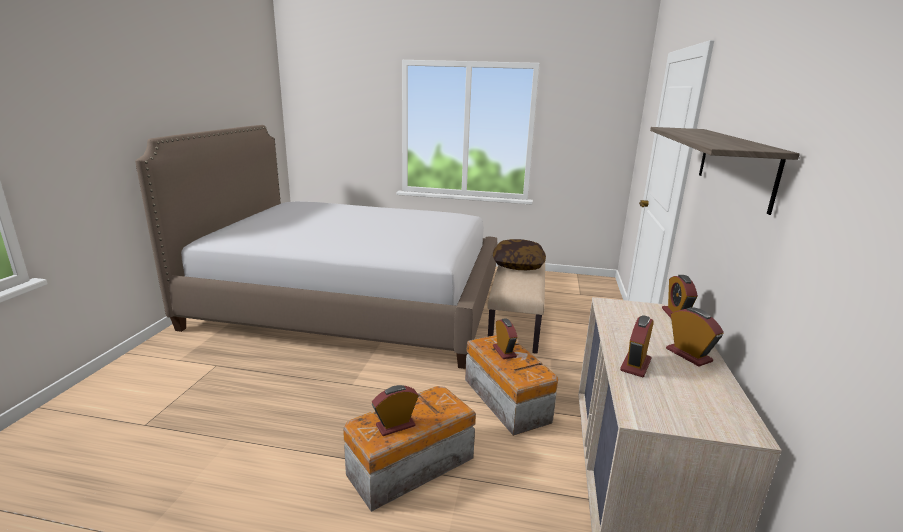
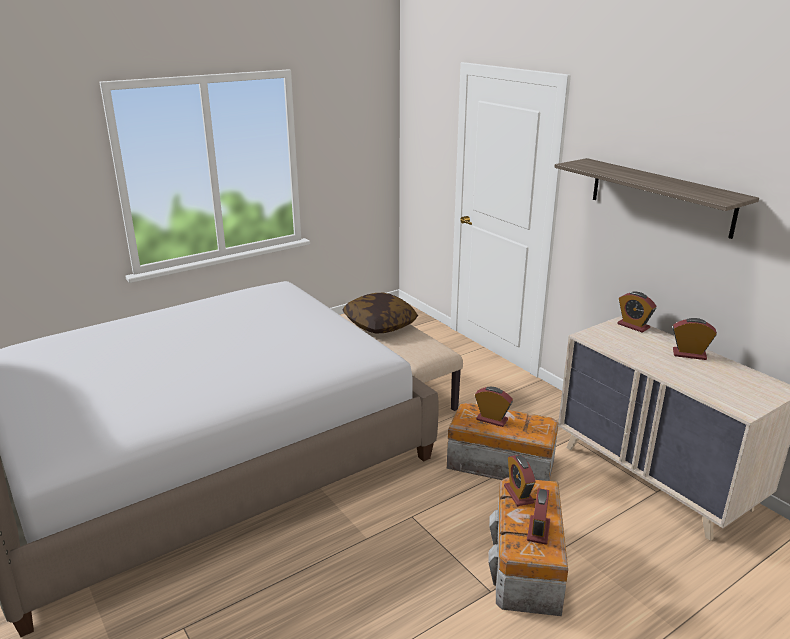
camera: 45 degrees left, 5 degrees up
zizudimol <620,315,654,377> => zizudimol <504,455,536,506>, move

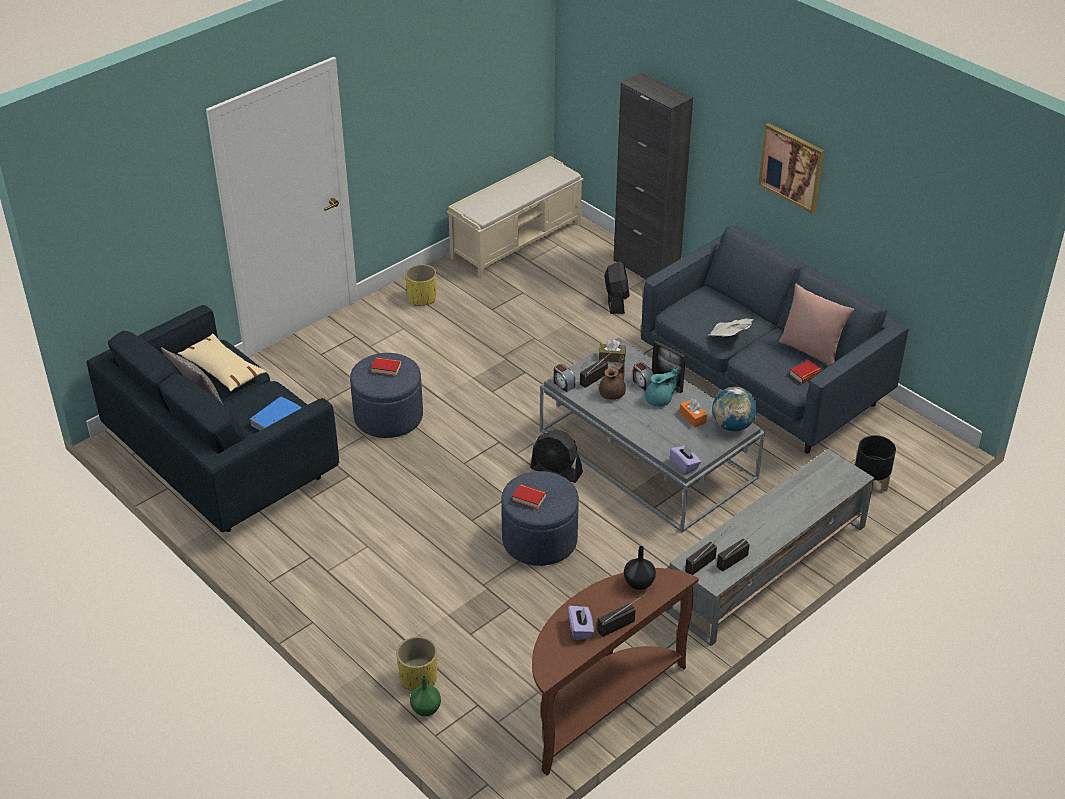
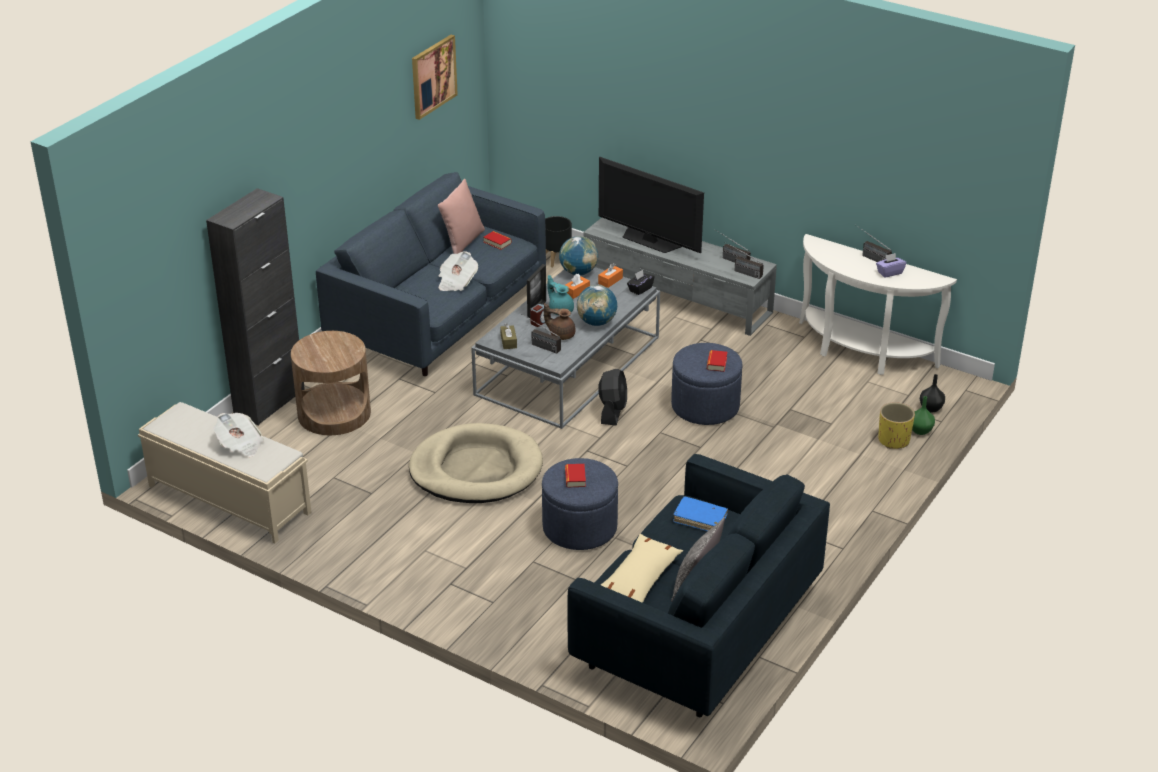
camera: 105 degrees left, 5 degrees down
nothing => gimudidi <214,413,264,457>
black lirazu <604,262,630,314> => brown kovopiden <291,331,371,435>
nothing => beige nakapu <409,423,543,503>
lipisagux <758,123,824,214> => lipisagux <412,35,458,120>, move
nothing => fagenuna <577,285,617,326>
nothing => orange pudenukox <598,263,623,288>
nothing => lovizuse <599,157,704,253>
purple pudenukox <670,444,701,474> => black pudenukox <627,270,655,295>
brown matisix <532,568,699,776> => white matisix <799,234,957,375>
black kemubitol <624,546,656,590> => black kemubitol <920,374,945,412>, move
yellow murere <405,264,436,306> => nothing
zizudimol <554,364,575,392> => nothing

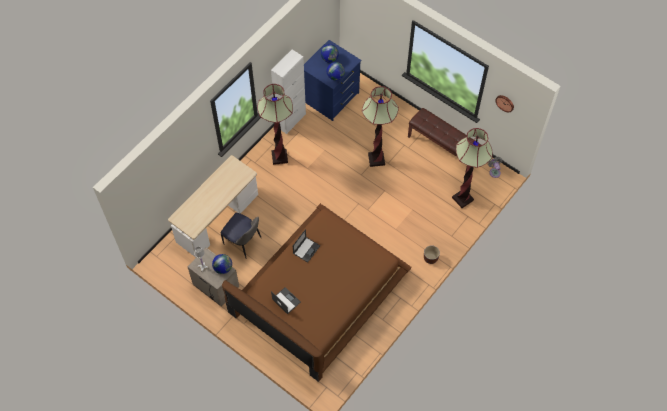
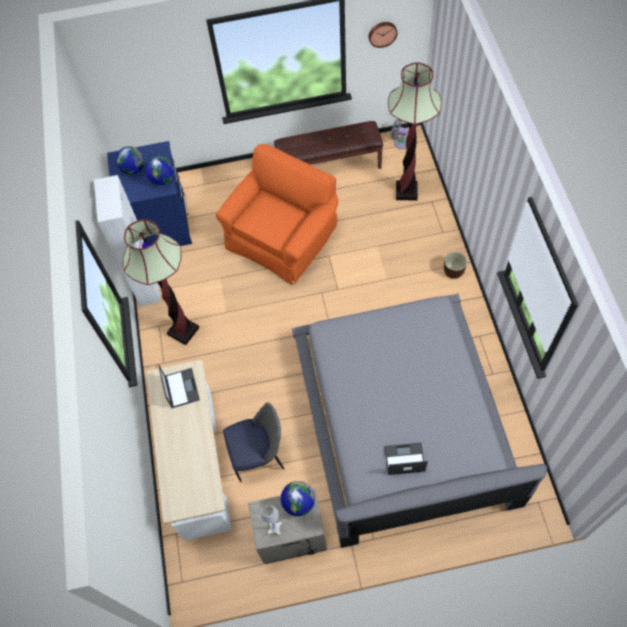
camera: 45 degrees left, 0 degrees up
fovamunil <293,229,320,263> => fovamunil <158,364,200,408>, move
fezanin <362,86,399,167> => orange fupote <216,144,338,285>
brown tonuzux <222,203,412,382> => grey tonuzux <292,293,547,548>

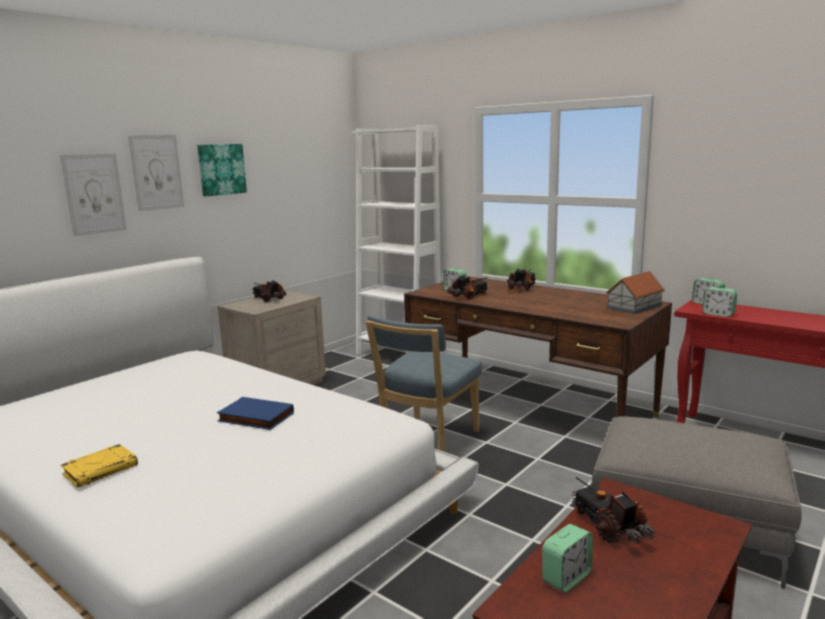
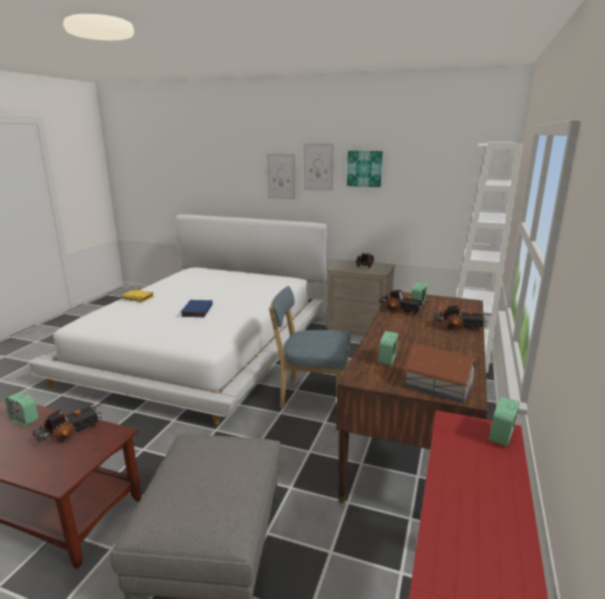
camera: 70 degrees right, 5 degrees up
zizudimol <702,287,737,317> => zizudimol <378,331,398,365>, move

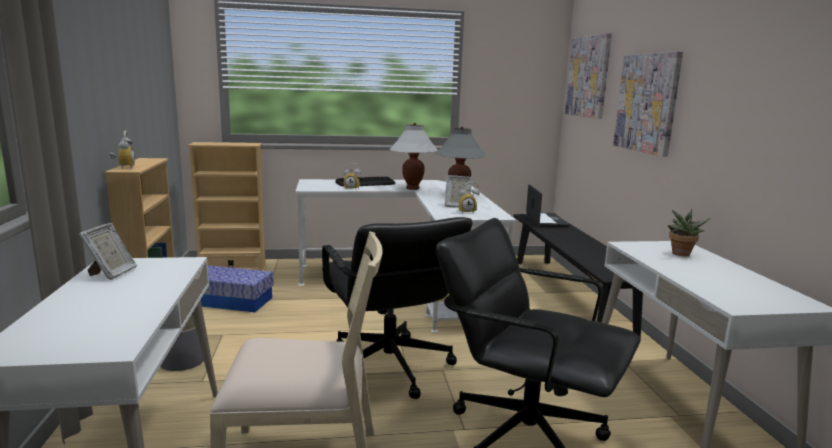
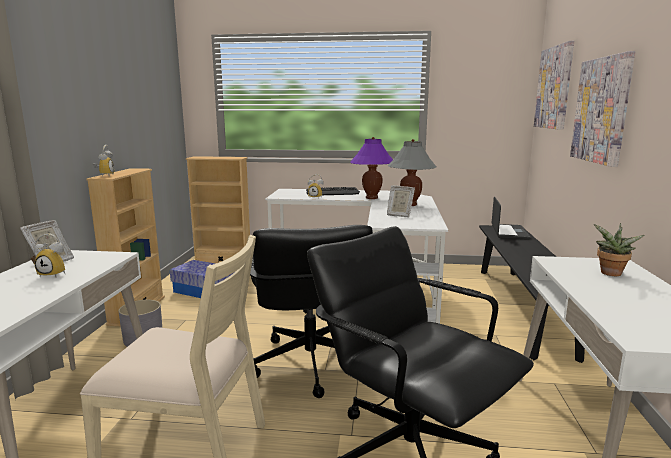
camera: 15 degrees right, 0 degrees up
zizudimol <459,182,480,214> => zizudimol <34,233,65,277>, move
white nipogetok <390,123,438,190> => purple nipogetok <350,137,393,199>

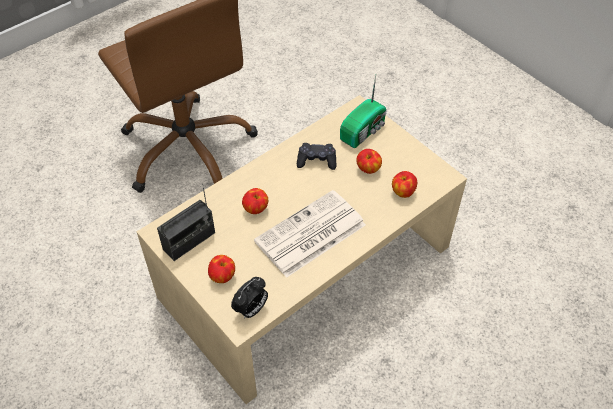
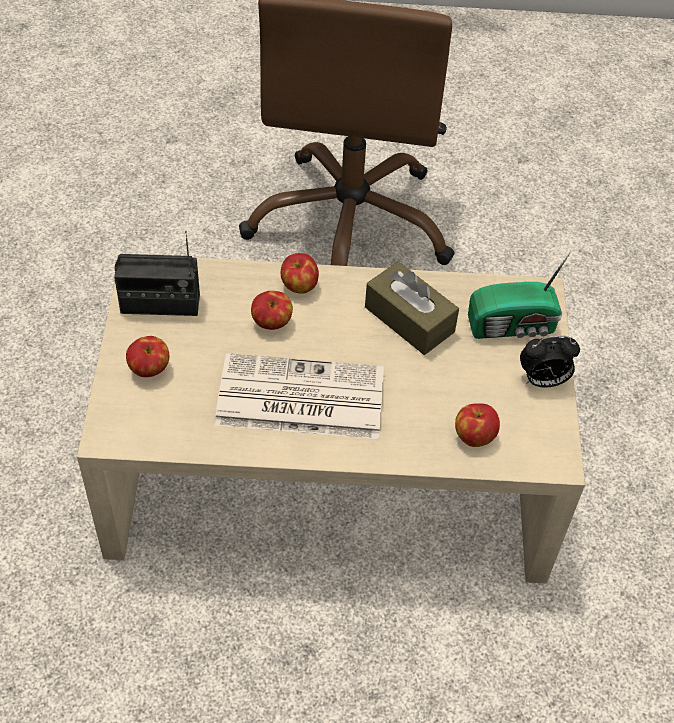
camera: 40 degrees right, 0 degrees up
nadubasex <356,149,382,174> => nadubasex <281,253,319,294>, move
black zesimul <297,143,337,170> => brown pudenukox <365,262,459,355>
zizudimol <231,277,268,319> => zizudimol <520,336,580,388>, move

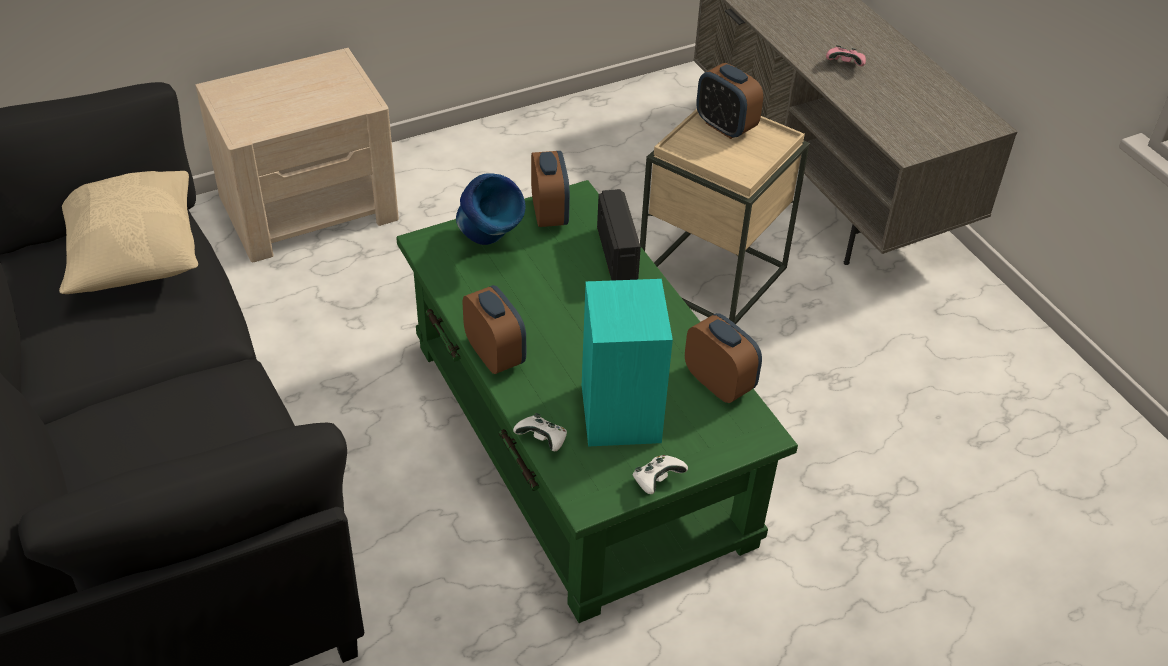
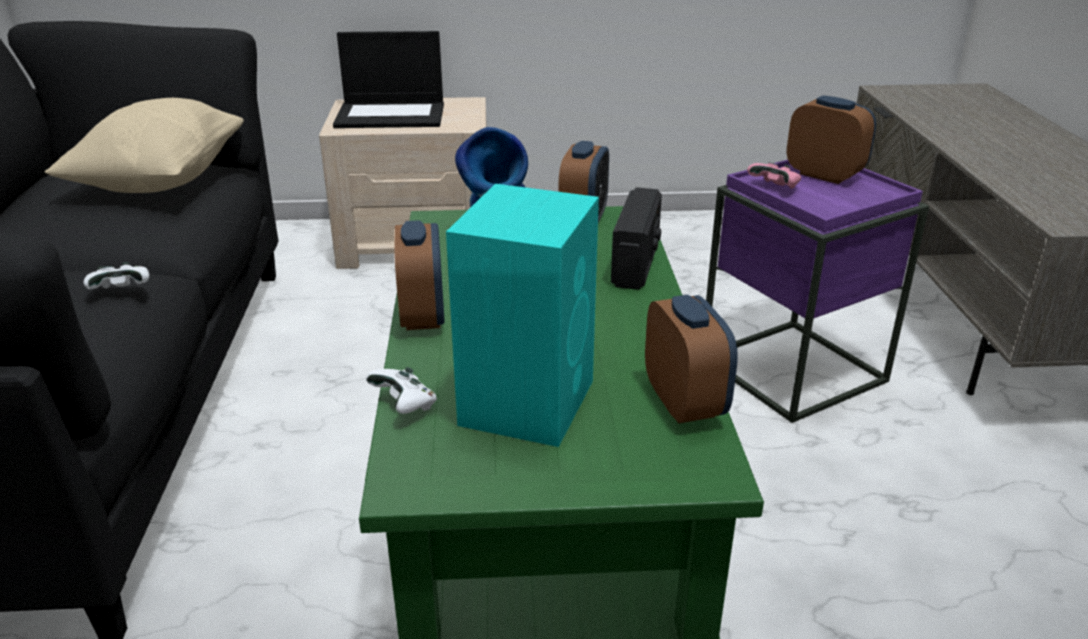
camera: 25 degrees right, 15 degrees down
white zesimul <633,455,688,494> => white zesimul <84,262,149,289>, move
nothing => fovamunil <333,31,444,128>
beige kovopiden <640,109,810,324> => purple kovopiden <706,160,929,423>
pink zesimul <826,45,866,66> => pink zesimul <747,162,801,189>, move
zizudimol <696,63,763,139> => zizudimol <787,95,876,184>, 150 degrees clockwise

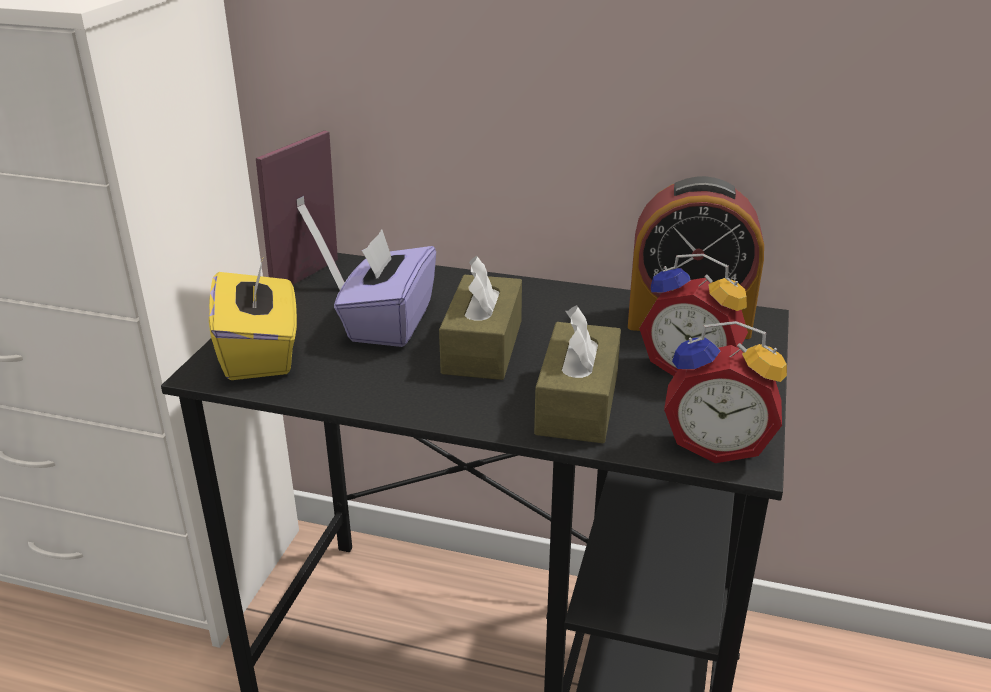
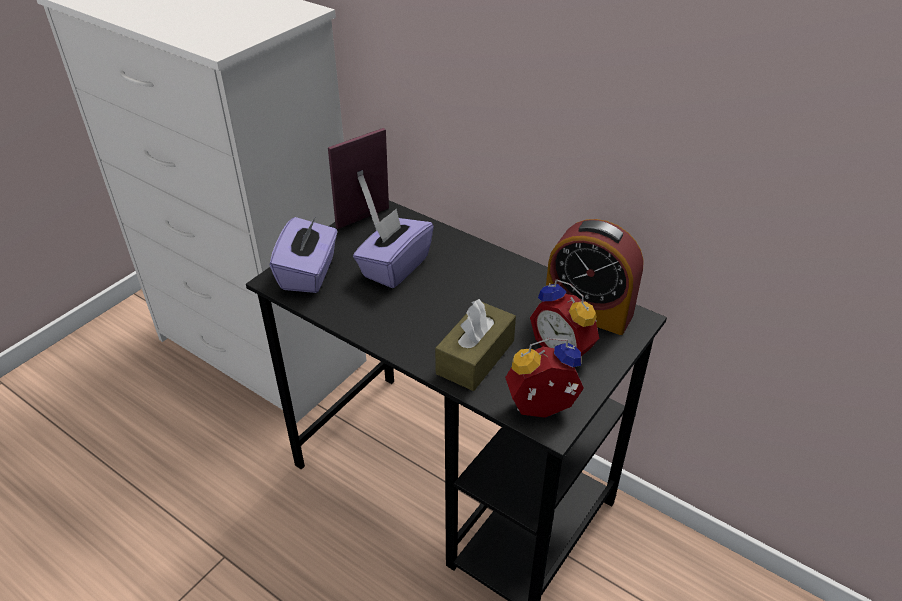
camera: 20 degrees right, 10 degrees up
yellow pudenukox <209,256,297,380> => purple pudenukox <270,217,338,293>
zizudimol <664,321,787,463> => zizudimol <505,338,584,418>, 135 degrees clockwise
brown pudenukox <439,256,522,380> => nothing

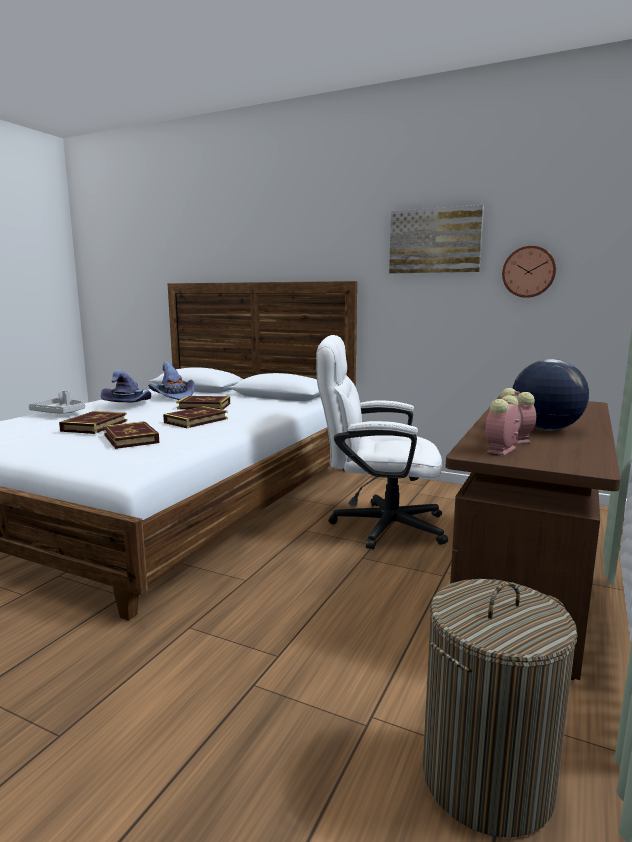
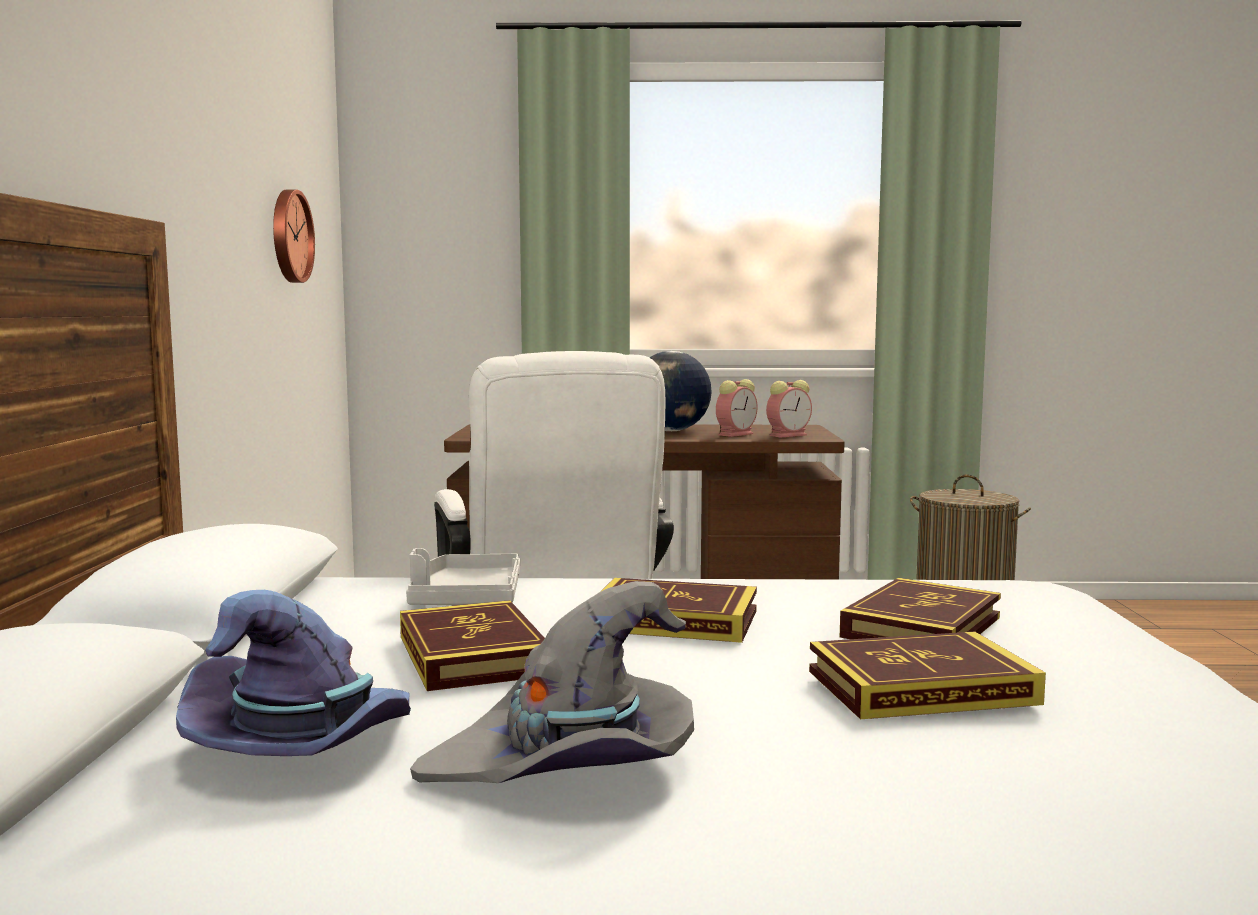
camera: 115 degrees left, 5 degrees down
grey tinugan <29,391,85,414> => grey tinugan <406,548,520,606>, move
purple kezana <101,370,151,403> => grey kezana <410,581,694,783>
zizudimol <486,395,520,456> => zizudimol <766,380,812,438>, 45 degrees counterclockwise
lipisagux <389,205,484,274> => nothing

